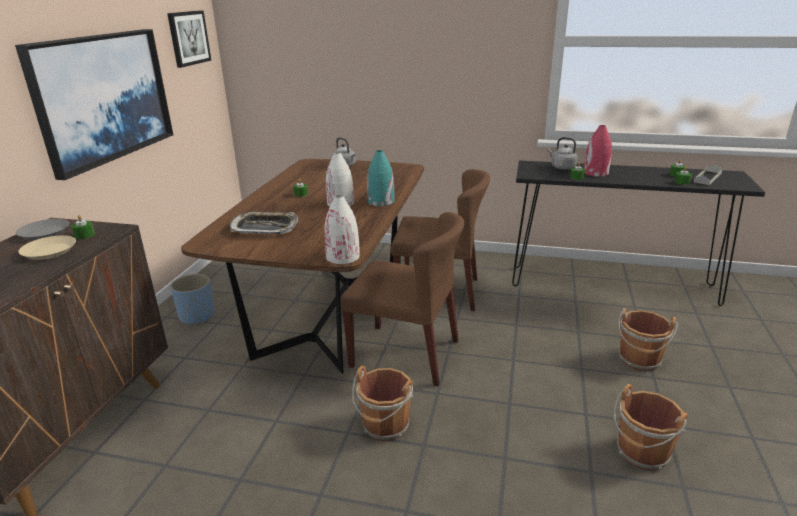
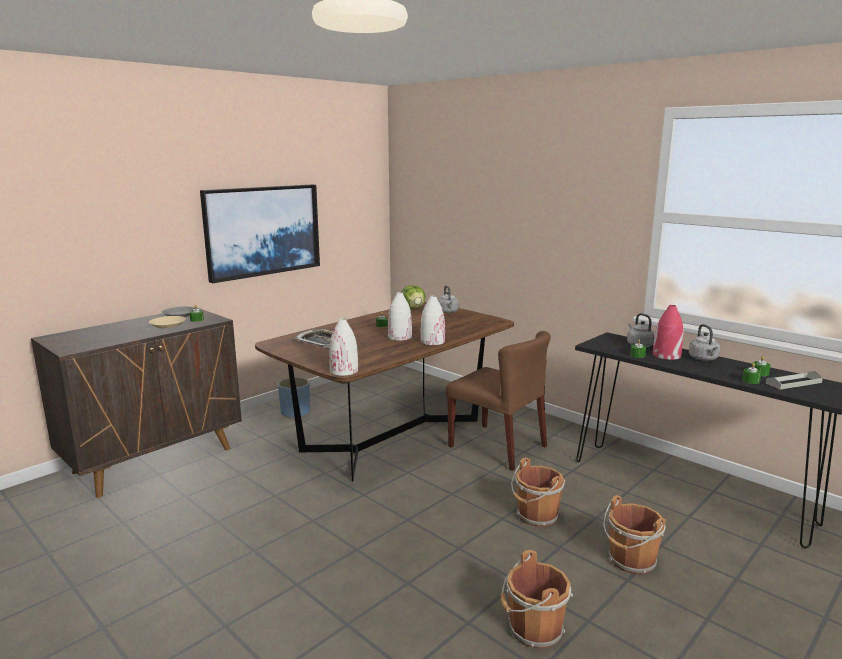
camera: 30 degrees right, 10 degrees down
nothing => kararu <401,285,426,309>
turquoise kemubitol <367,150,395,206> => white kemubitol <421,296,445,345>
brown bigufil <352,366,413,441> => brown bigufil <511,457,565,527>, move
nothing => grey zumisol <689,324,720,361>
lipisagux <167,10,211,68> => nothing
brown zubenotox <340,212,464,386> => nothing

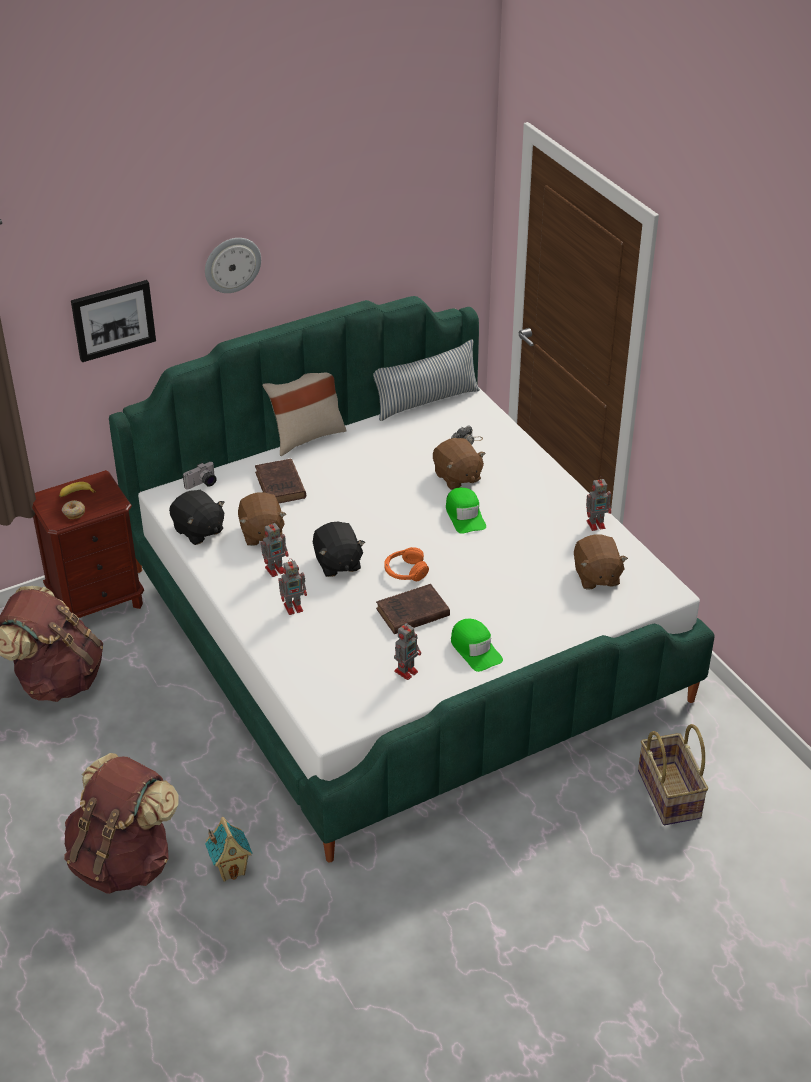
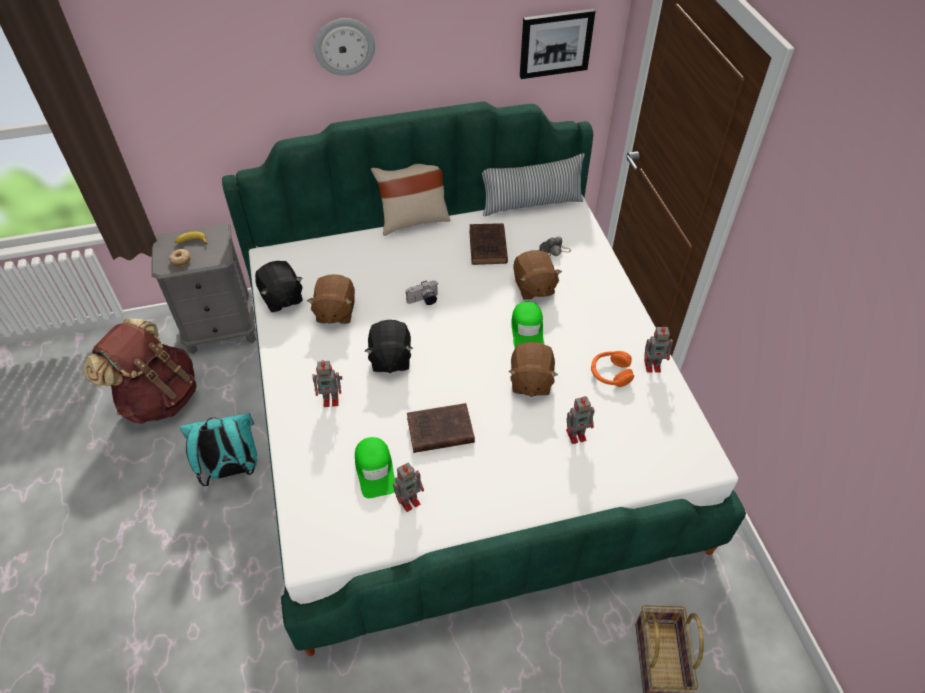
camera: 15 degrees right, 10 degrees up
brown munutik <32,470,144,618> => grey munutik <151,223,256,354>
nothing => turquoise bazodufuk <180,413,257,486>
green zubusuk <451,619,503,672> => green zubusuk <355,437,396,498>, move
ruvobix <183,462,217,489> => ruvobix <406,280,438,305>, move
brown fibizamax <255,459,306,503> => brown fibizamax <469,223,508,265>, move
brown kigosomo <574,534,628,590> => brown kigosomo <509,342,558,397>, move
lipisagux <71,280,156,362> => lipisagux <520,9,596,79>, move
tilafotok <261,521,289,577> => tilafotok <566,396,595,444>, move
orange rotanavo <384,547,429,581> => orange rotanavo <591,351,634,387>, move
brown bazodufuk <64,753,179,894> => nothing
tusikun <205,817,253,882> => nothing

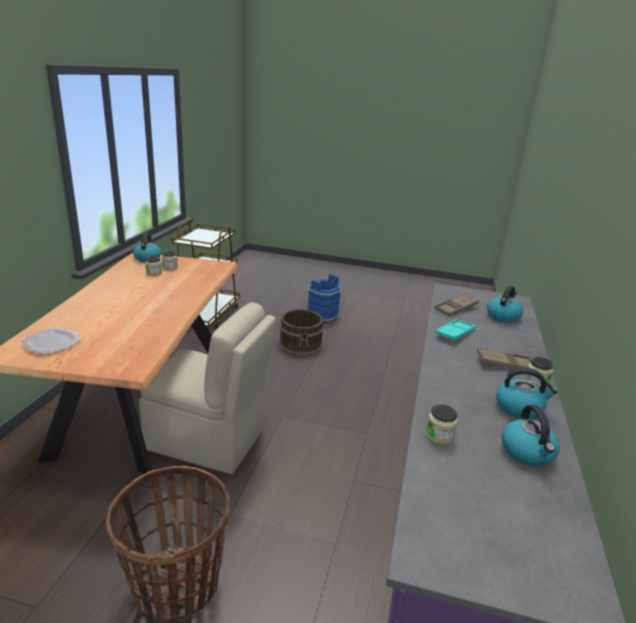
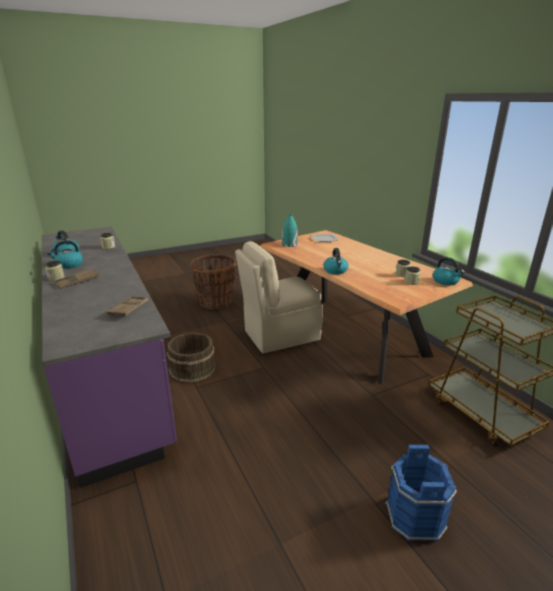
camera: 140 degrees right, 0 degrees up
brown bigufil <279,309,324,355> => brown bigufil <167,332,215,383>, move
nothing => turquoise kemubitol <282,215,298,247>
zumisol <487,285,523,322> => zumisol <324,248,348,274>, move
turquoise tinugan <435,319,476,341> => nothing

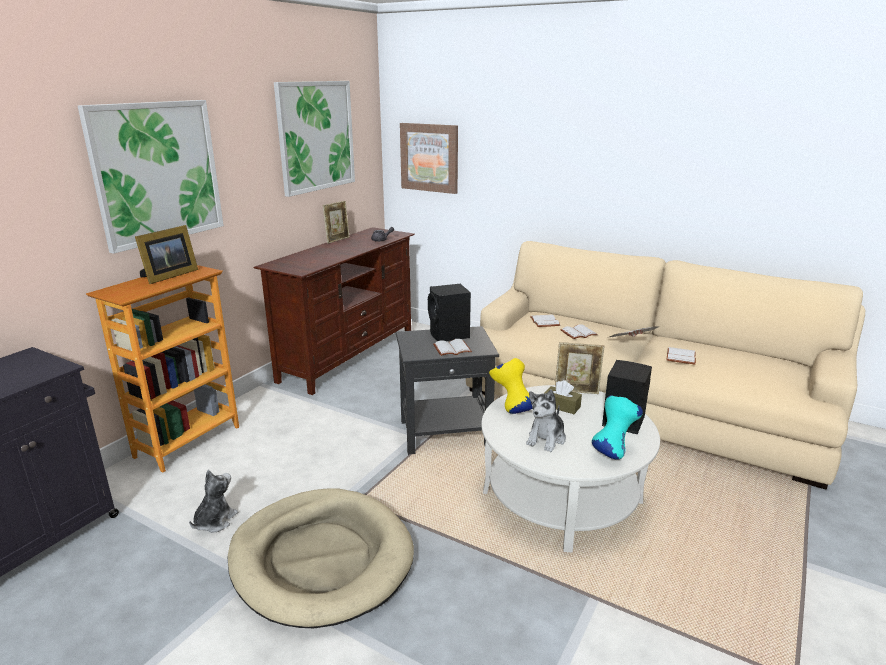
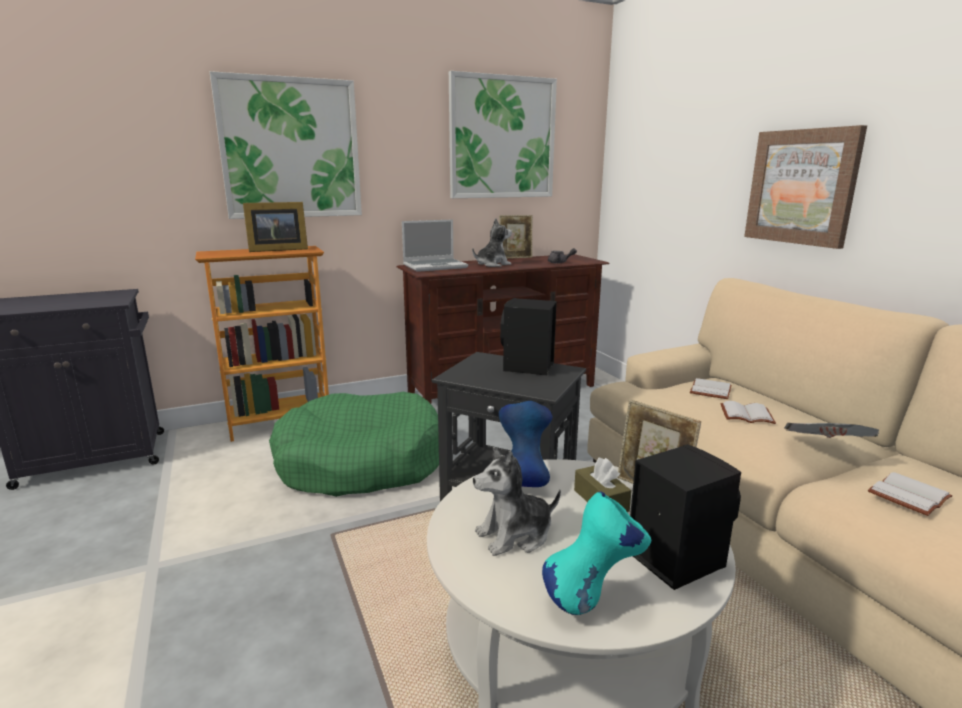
camera: 35 degrees right, 5 degrees down
nothing => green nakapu <269,392,439,497>
nothing => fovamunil <402,219,468,272>
kigosomo <189,470,238,533> => kigosomo <472,218,512,267>, move
yellow kemubitol <489,358,533,414> => blue kemubitol <499,401,552,487>
lipisagux <400,123,458,194> => lipisagux <744,125,867,249>, move
beige nakapu <228,489,414,628> => nothing
white fibizamax <433,339,472,356> => nothing

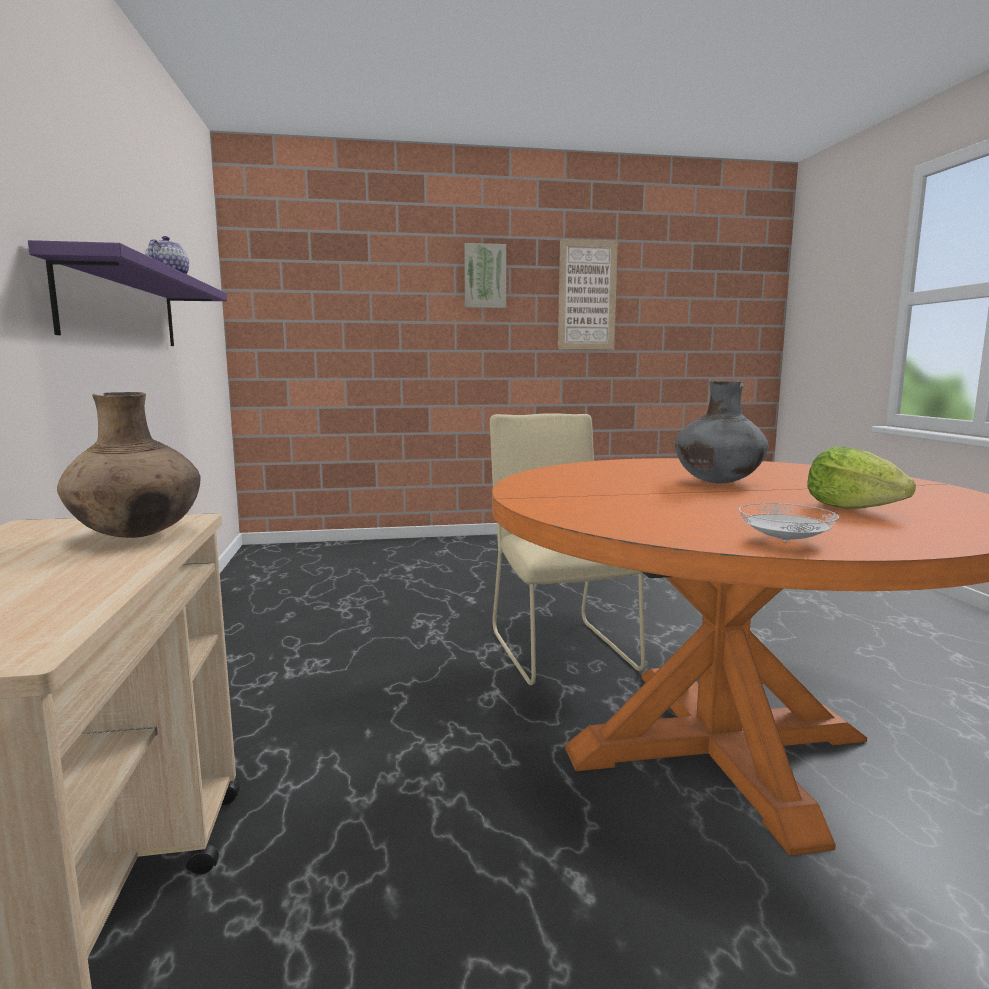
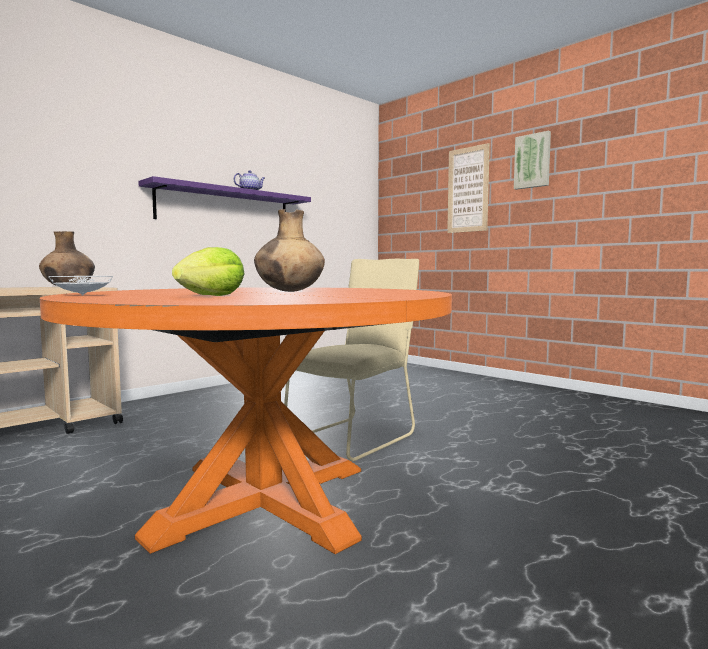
camera: 55 degrees right, 5 degrees down
grey kemubitol <675,381,769,483> => brown kemubitol <254,209,325,292>
lipisagux <558,239,618,349> => lipisagux <447,143,490,233>, move

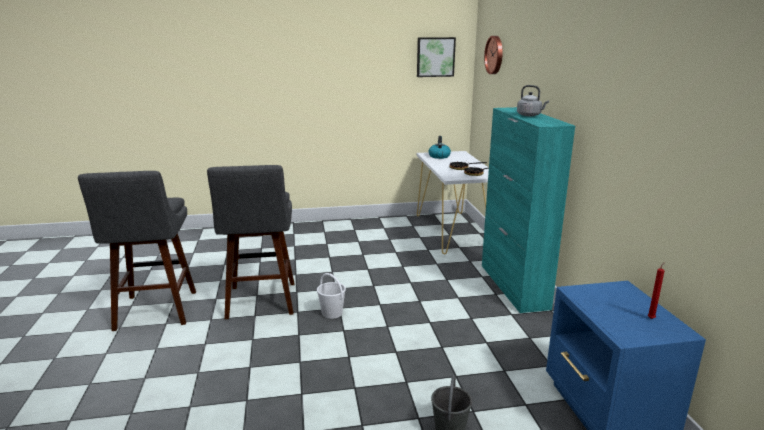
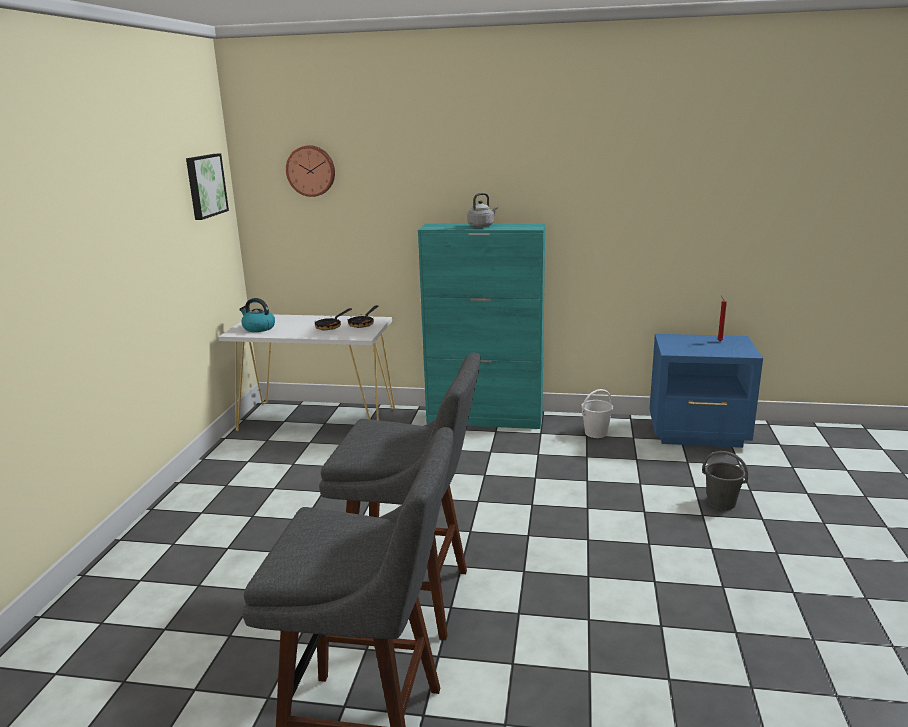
camera: 70 degrees left, 0 degrees up
white bigufil <317,273,346,319> => white bigufil <581,389,613,438>, move

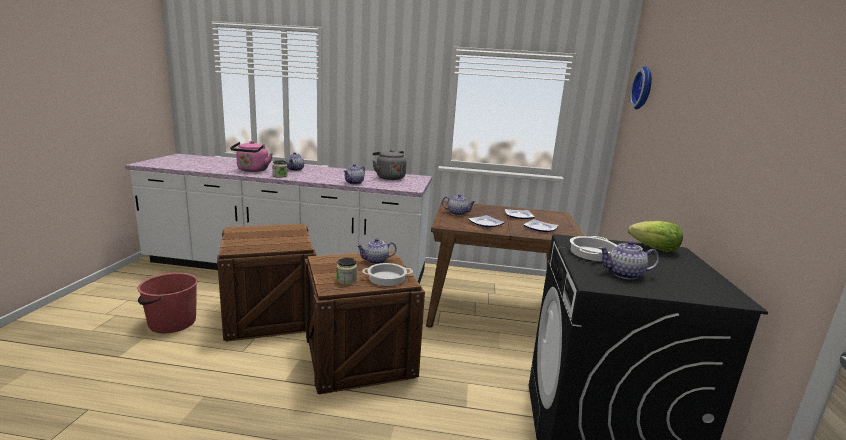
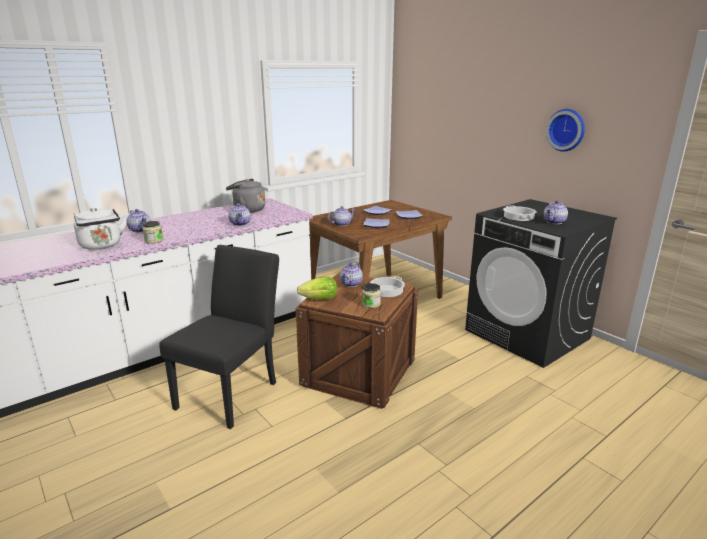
camera: 45 degrees left, 5 degrees up
pink zumisol <230,141,273,172> => white zumisol <74,208,127,250>
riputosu <217,224,316,342> => black zubenotox <159,245,279,429>
kararu <628,221,683,252> => kararu <297,277,337,300>, move
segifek <630,66,652,109> => segifek <546,109,585,151>, move
red bigufil <138,272,198,333> => nothing

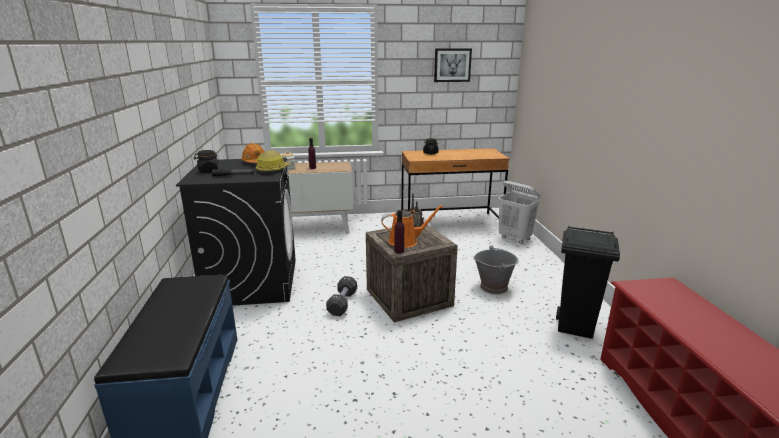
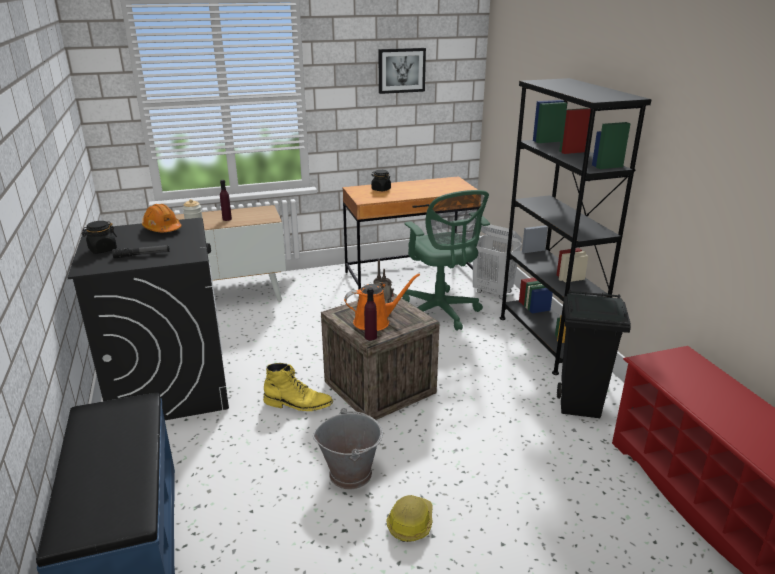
camera: 10 degrees left, 5 degrees up
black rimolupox <326,276,357,316> => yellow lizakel <263,363,333,411>
grey bigufil <473,245,519,294> => grey bigufil <313,408,383,490>, move
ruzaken <256,150,291,174> => ruzaken <386,495,433,542>, move
nothing => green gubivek <402,190,490,331>
nothing => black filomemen <500,78,652,375>

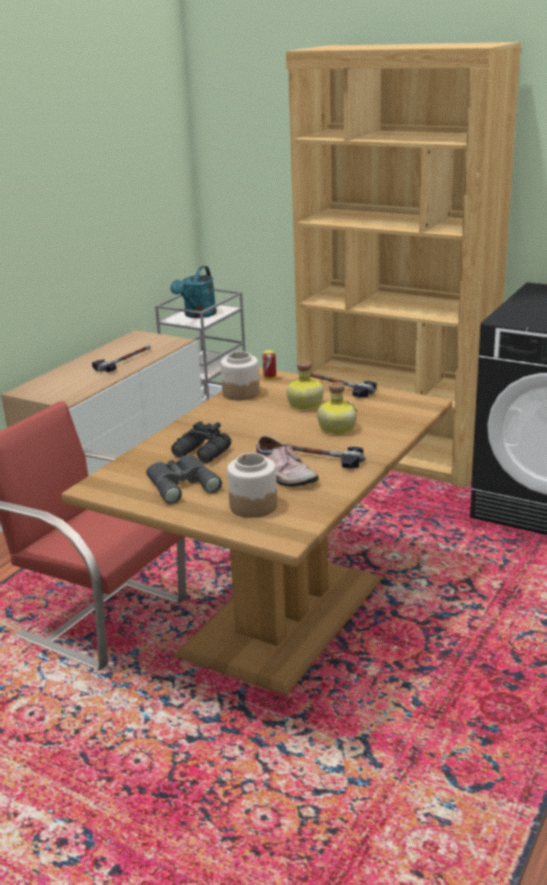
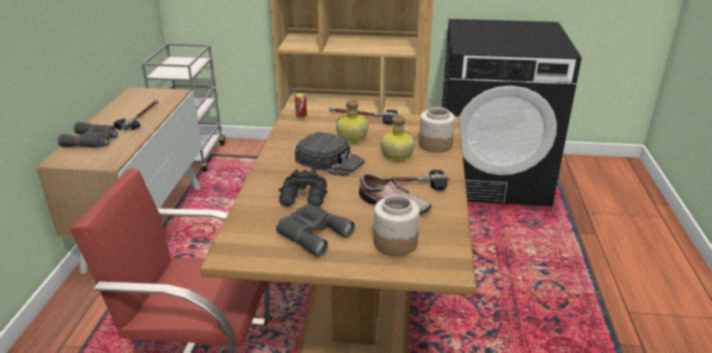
camera: 25 degrees left, 5 degrees up
nothing => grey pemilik <58,122,117,148>
nothing => black zubusuk <295,132,365,176>
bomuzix <221,351,260,400> => bomuzix <419,107,455,153>, move
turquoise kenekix <170,266,217,318> => nothing

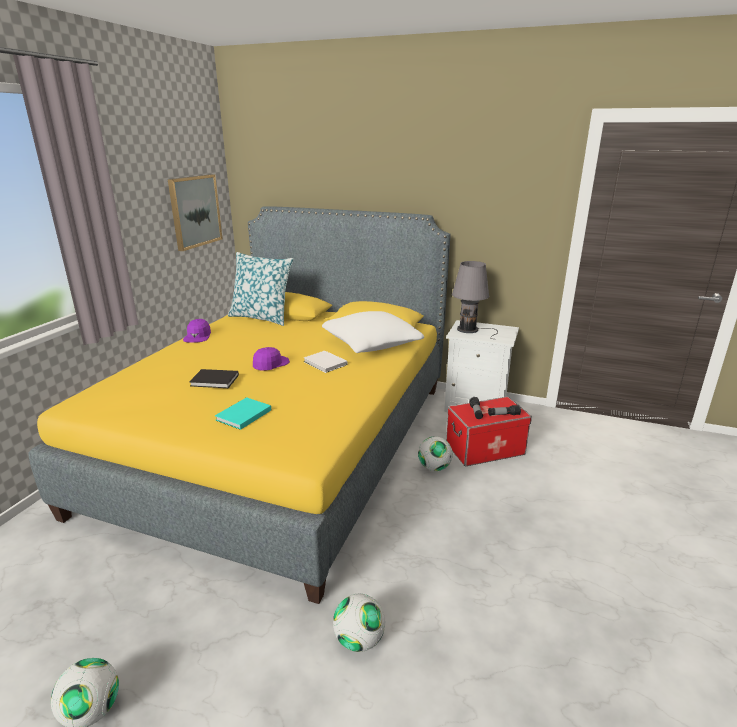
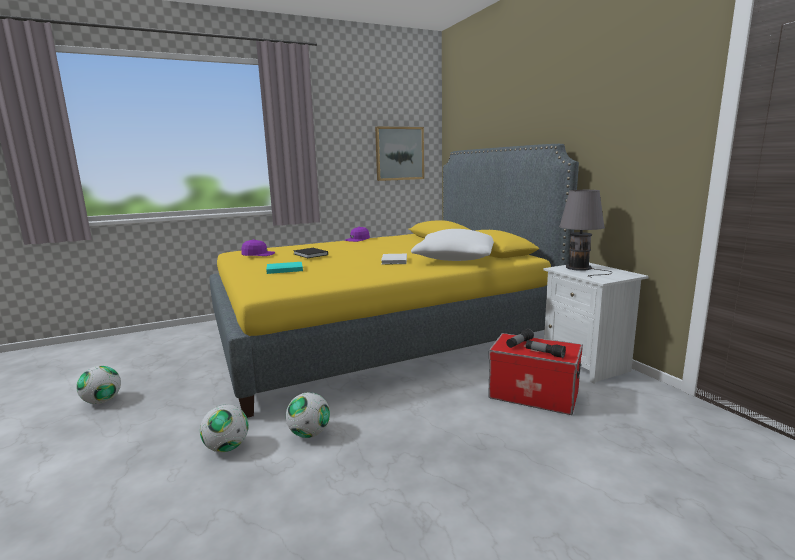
camera: 45 degrees right, 10 degrees down
purple zubusuk <253,347,290,371> => purple zubusuk <241,239,275,256>, move
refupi <418,436,453,471> => refupi <286,392,330,438>, move
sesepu <228,252,293,326> => nothing

